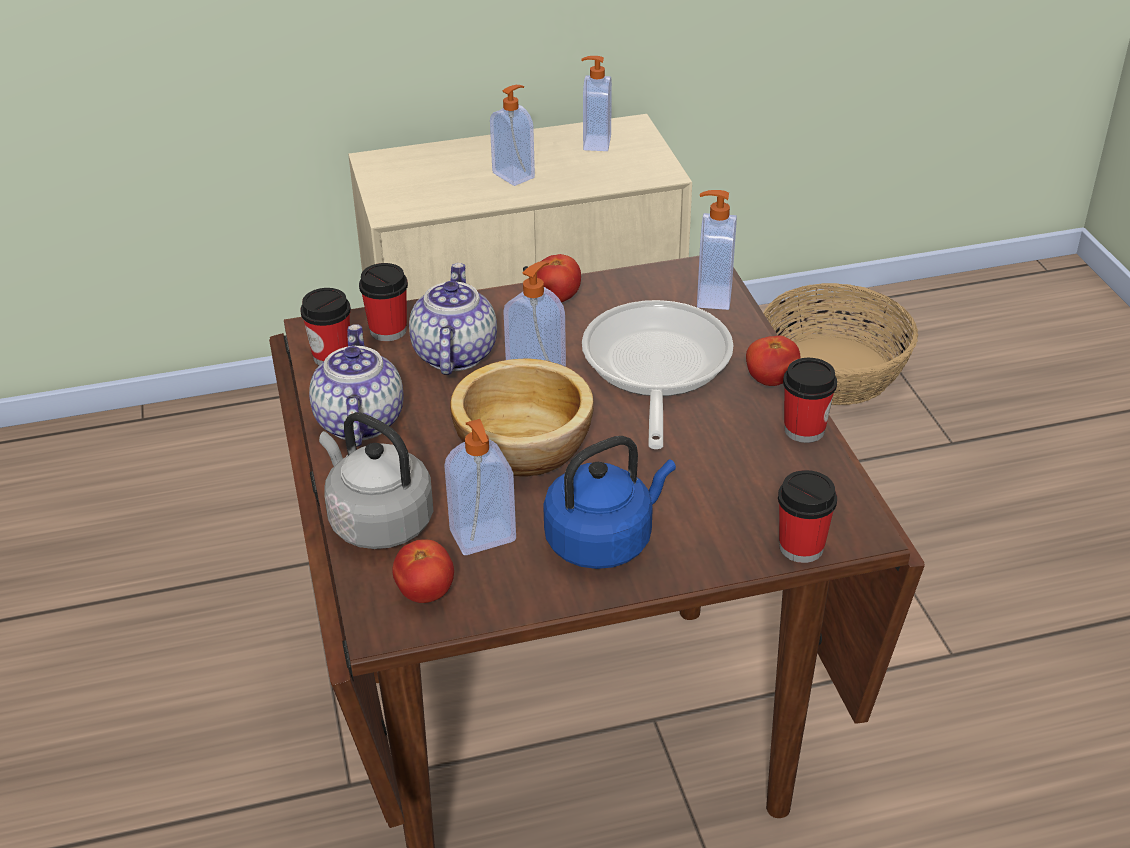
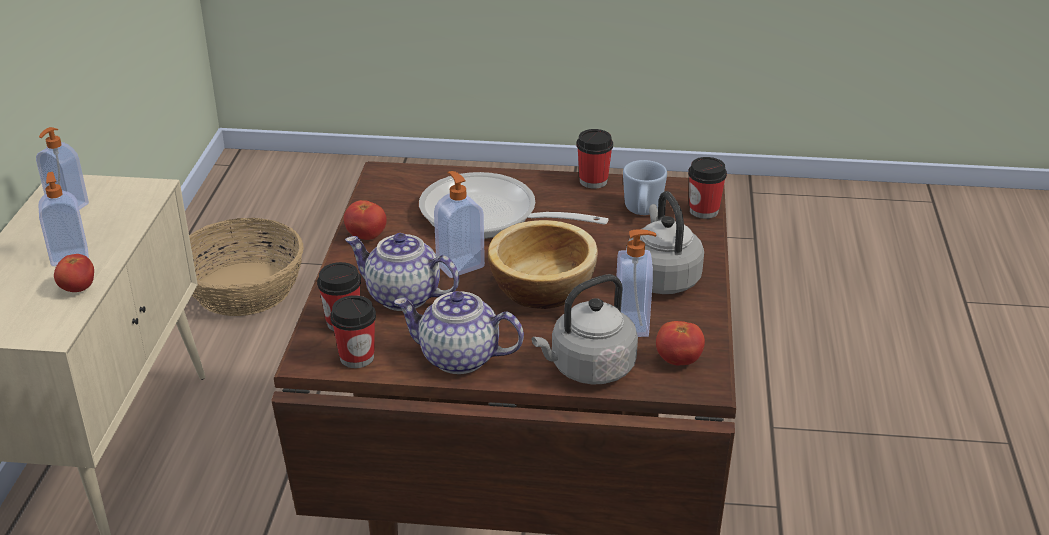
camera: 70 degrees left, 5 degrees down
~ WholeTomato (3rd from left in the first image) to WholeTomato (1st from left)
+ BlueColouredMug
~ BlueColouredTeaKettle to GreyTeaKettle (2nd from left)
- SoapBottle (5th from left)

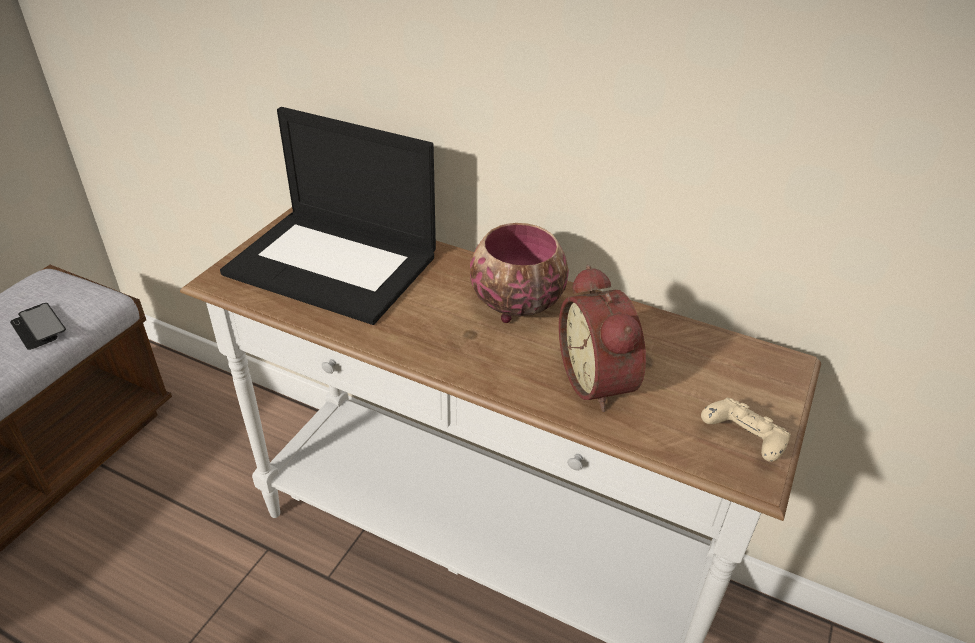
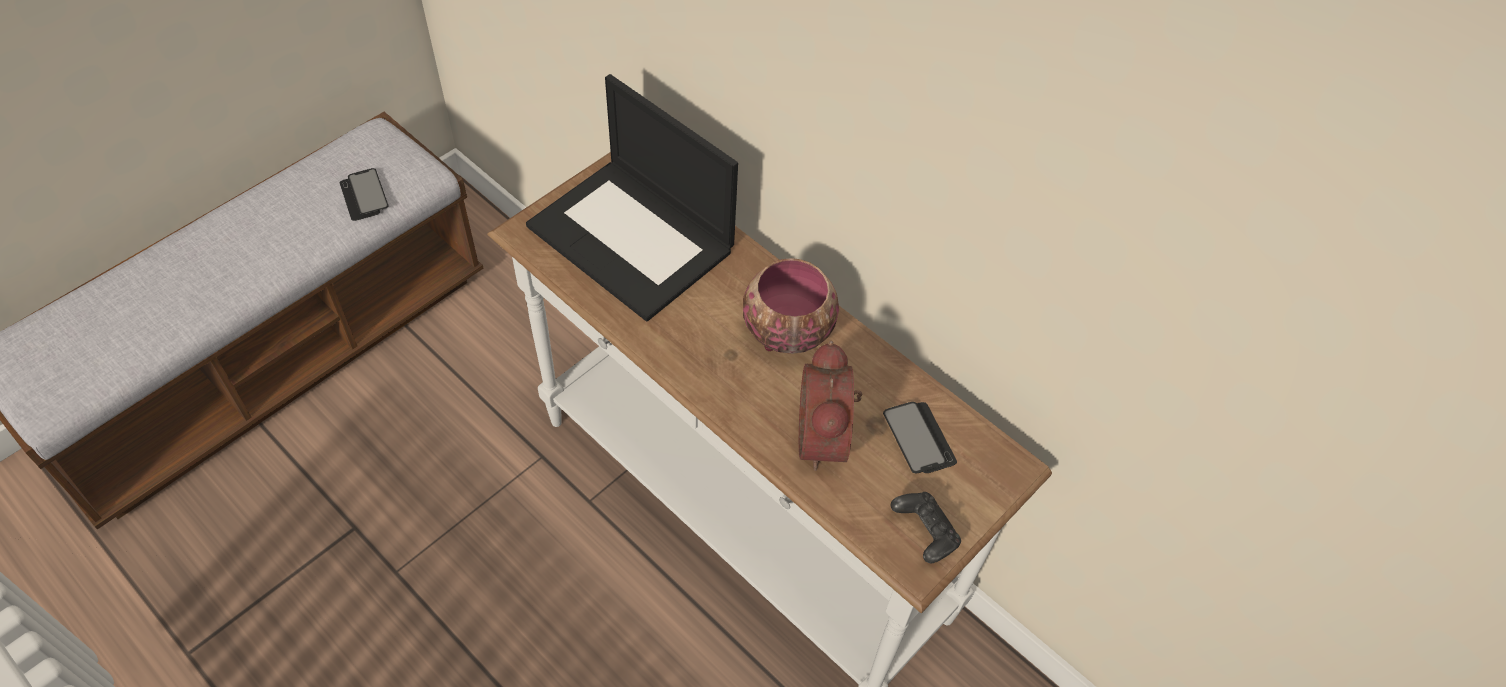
camera: 15 degrees right, 15 degrees up
+ Telephone (2nd from left)
~ BeigeColouredGameController to BlackColouredGameController

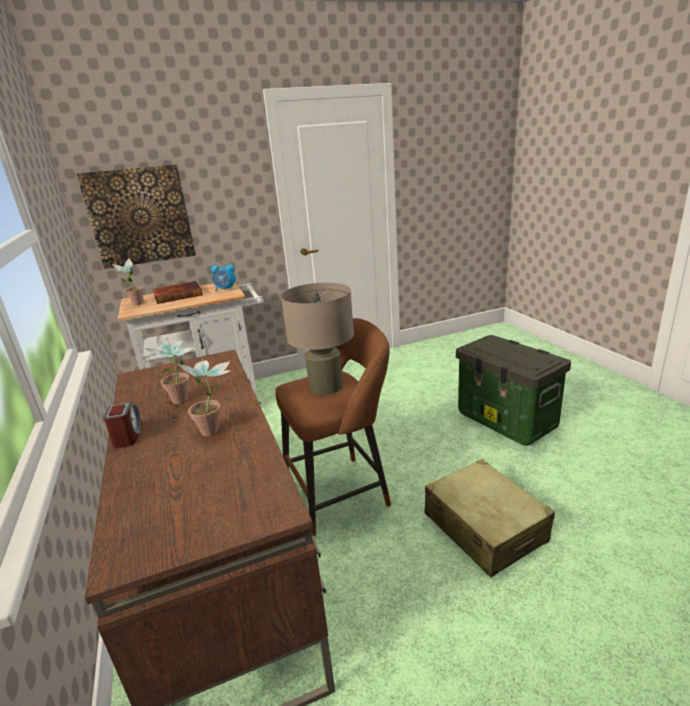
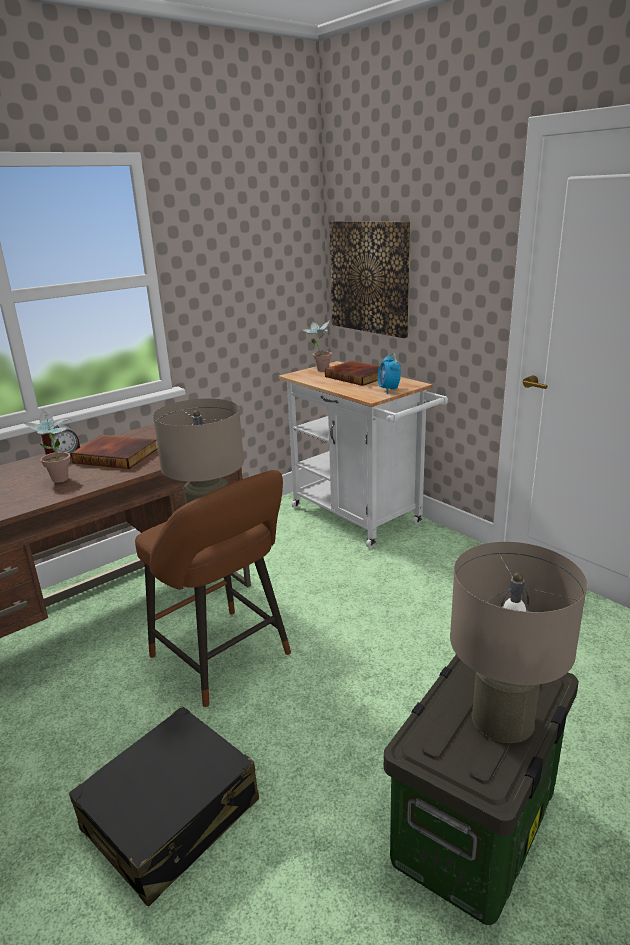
camera: 70 degrees right, 0 degrees up
~ BeigeColouredSuitcase to BlackColouredSuitcase
~ Houseplant (2nd from left) to BoundBook (1st from left)
+ BeigeColouredLampForATable (2nd from left)

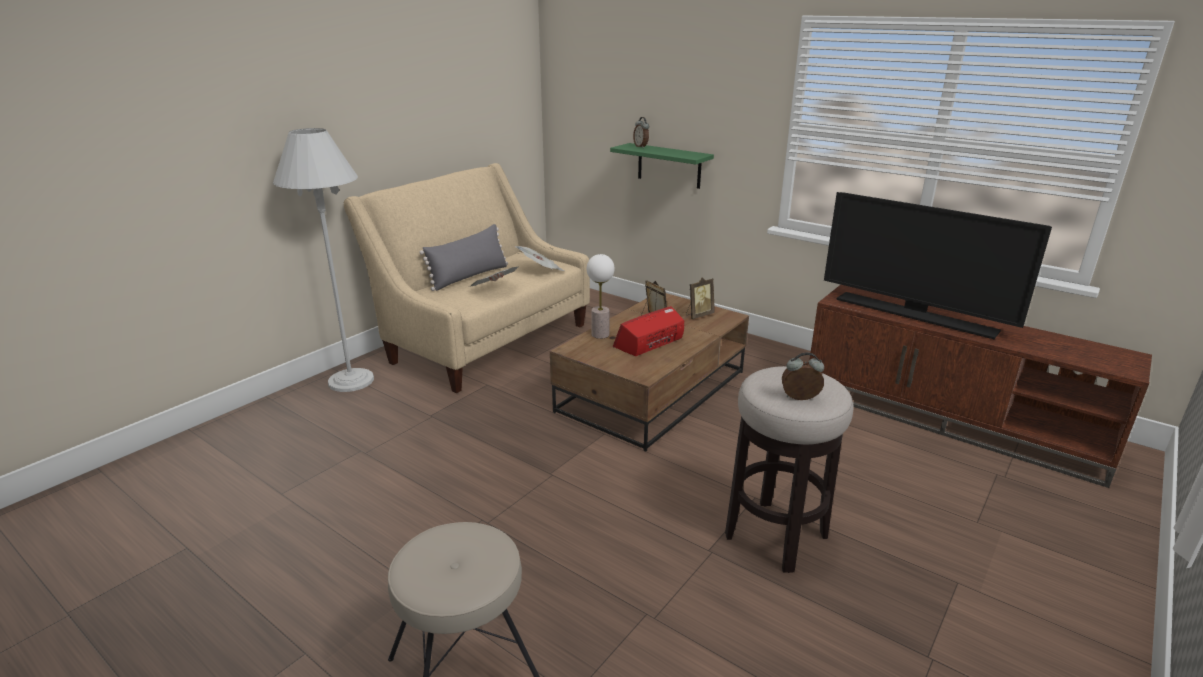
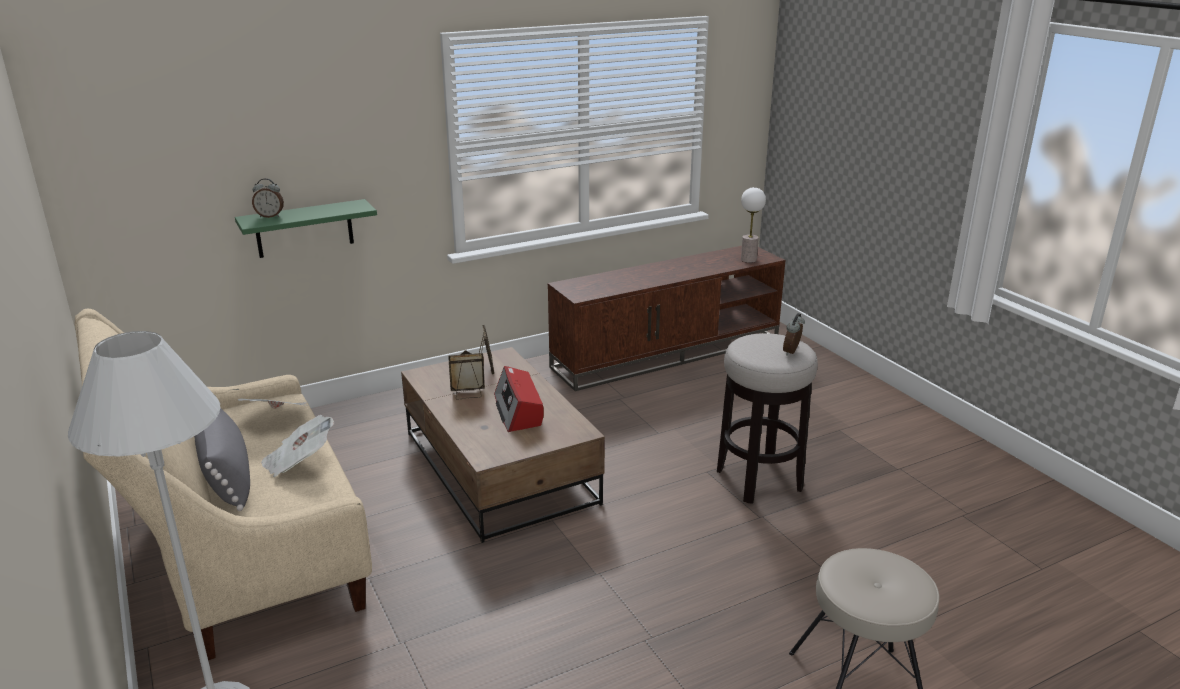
camera: 65 degrees left, 0 degrees up
~ LampForATable
- Tv

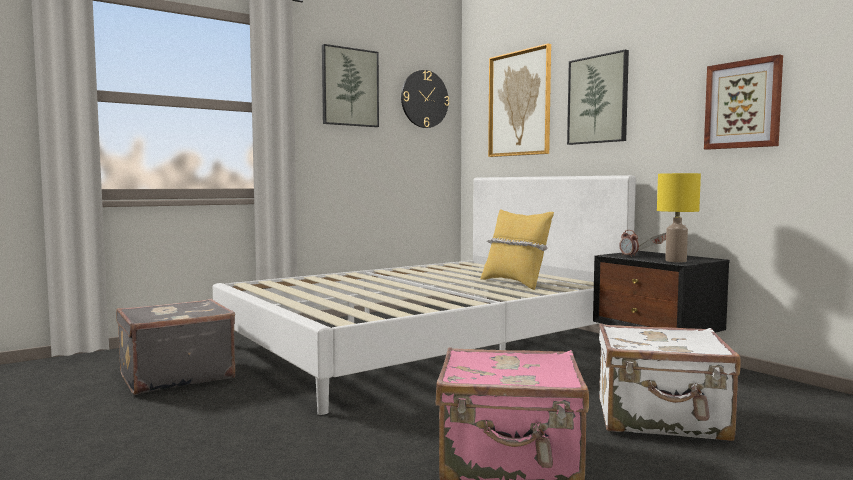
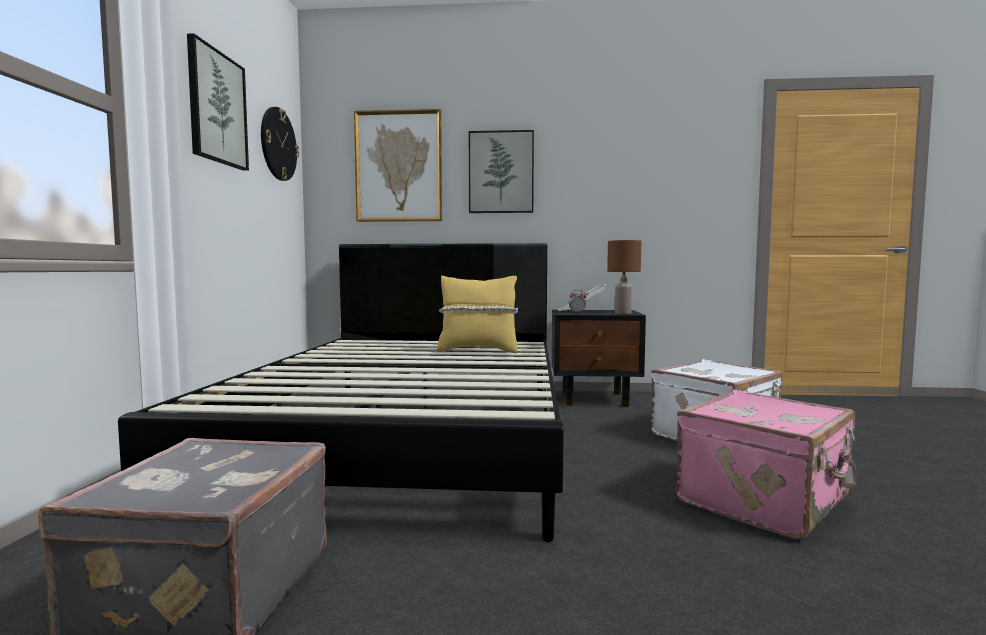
camera: 50 degrees left, 0 degrees up
~ WhiteColouredSleepingBed to BlackColouredSleepingBed
~ YellowColouredLampForATable to BrownishLampForATable
- WallPicture (4th from left)

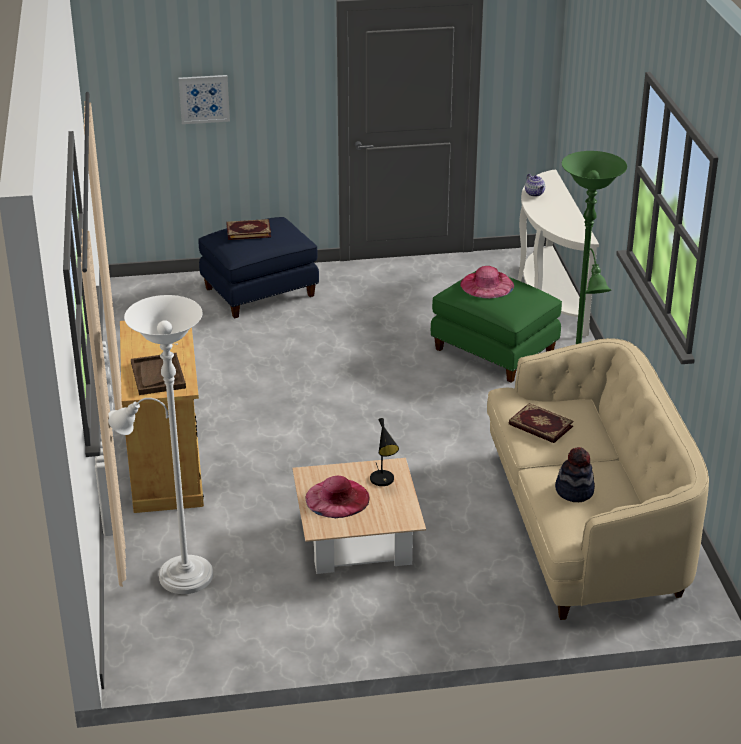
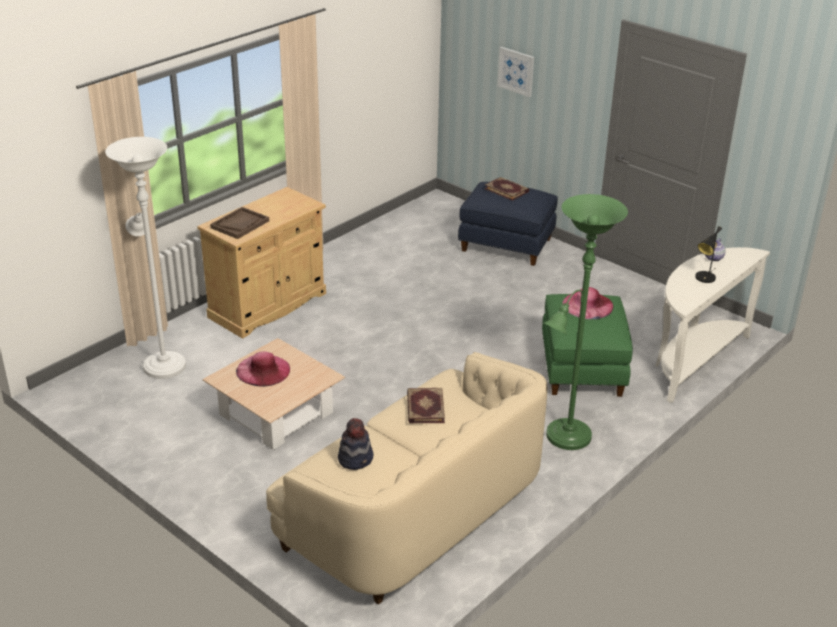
camera: 50 degrees right, 0 degrees up
~ BlackColouredLampForATable

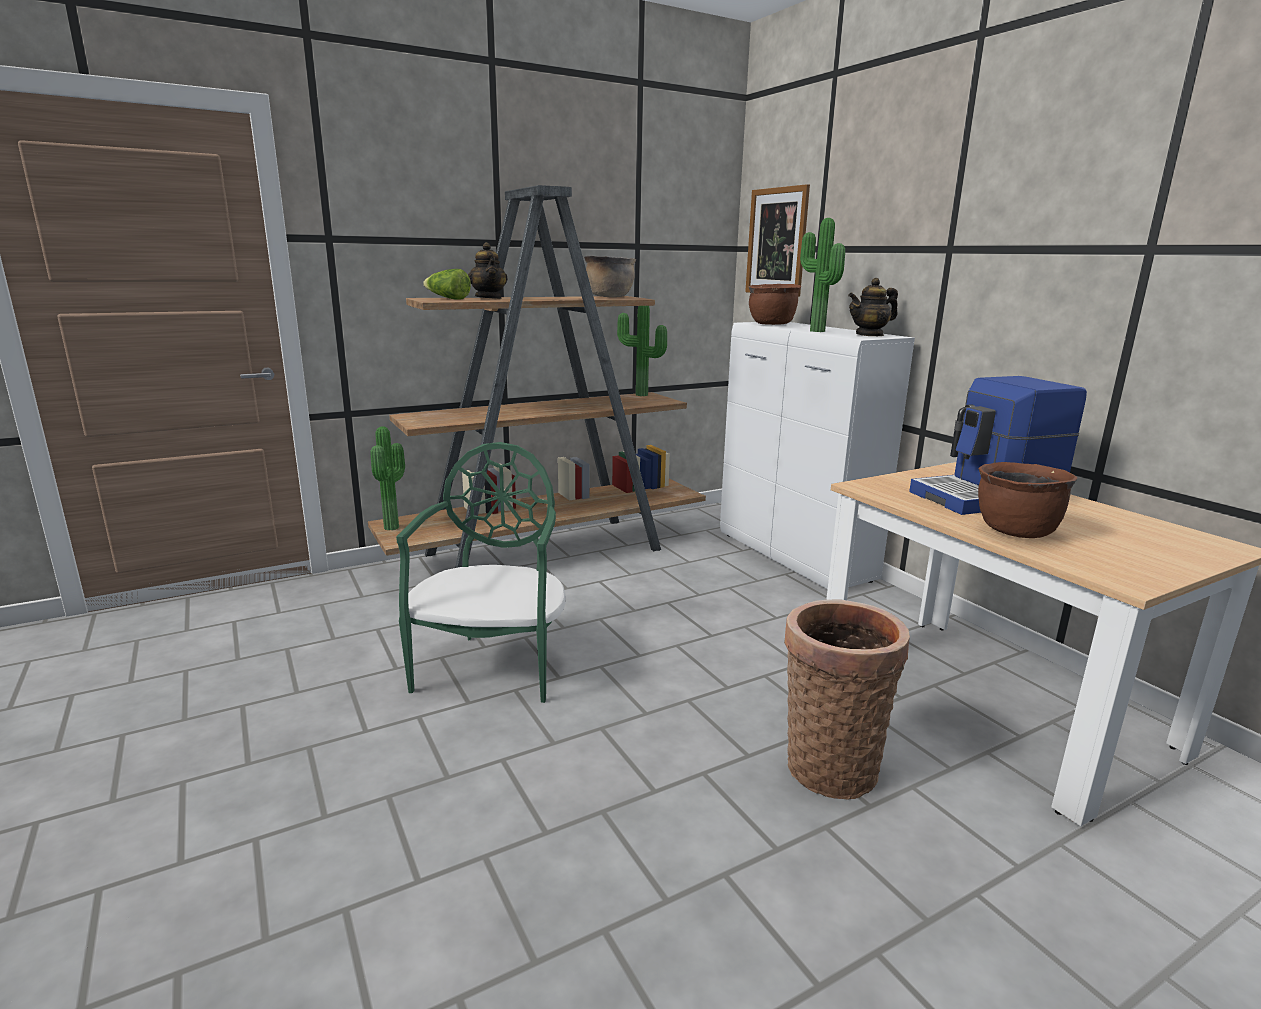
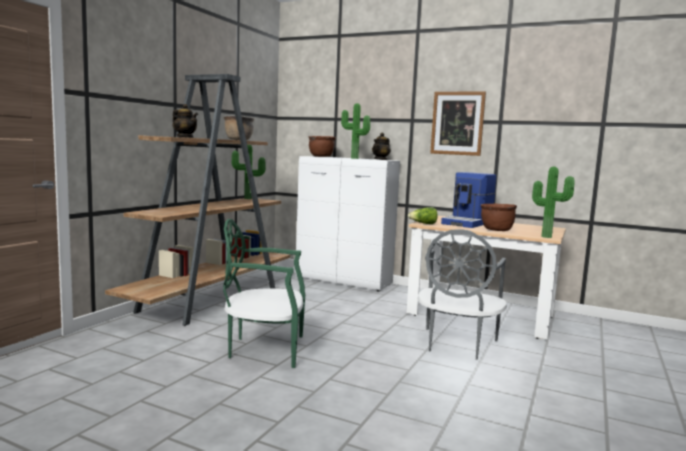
camera: 35 degrees left, 10 degrees down
~ GreenishUprightChair 60 degrees counterclockwise
~ HeadOfLettuce
~ Basket to GreyUprightChair
~ WallPicture
~ Houseplant (1st from left in the first image) to Houseplant (3rd from left)

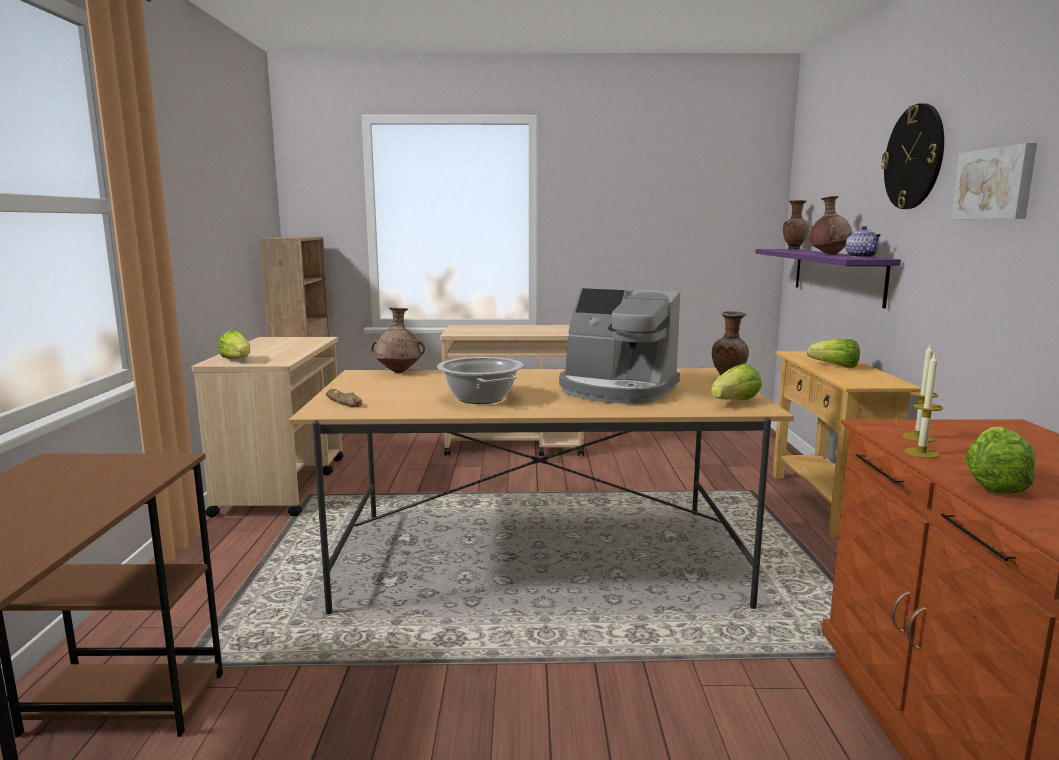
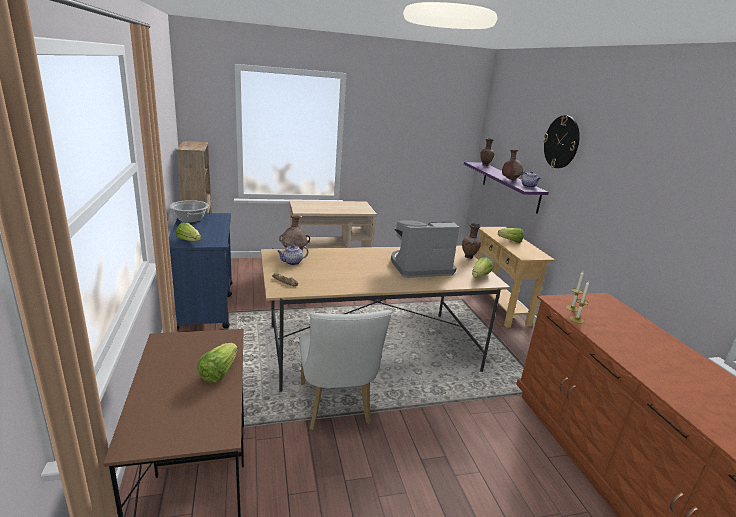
camera: 15 degrees left, 10 degrees up
~ BeigeColouredTrolley (1st from left) to BlueColouredTrolley
~ Stockpot
~ HeadOfLettuce (4th from left in the first image) to HeadOfLettuce (2nd from left)
+ PotForTea (1st from left)
+ WhiteColouredUprightChair
~ CoffeeMachine 150 degrees clockwise
- WallPicture

